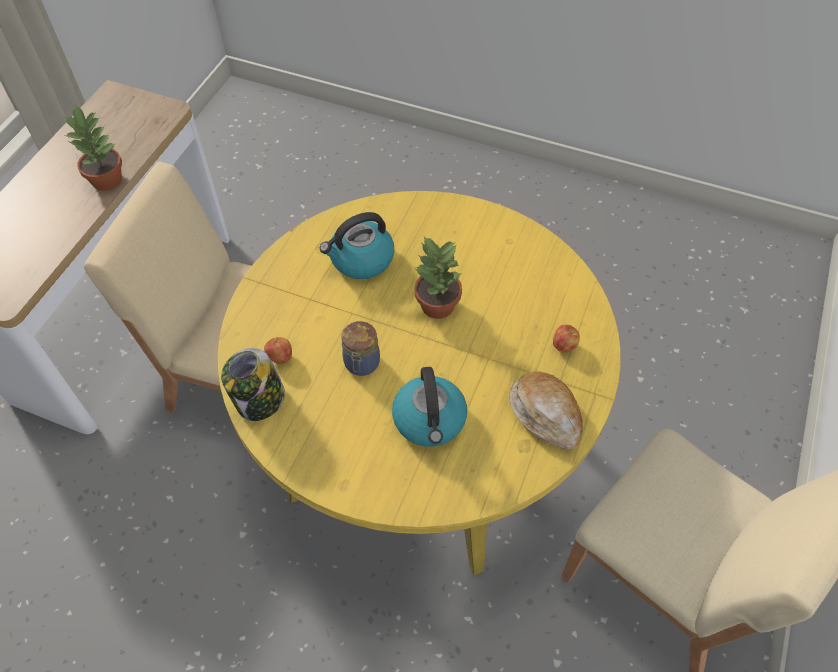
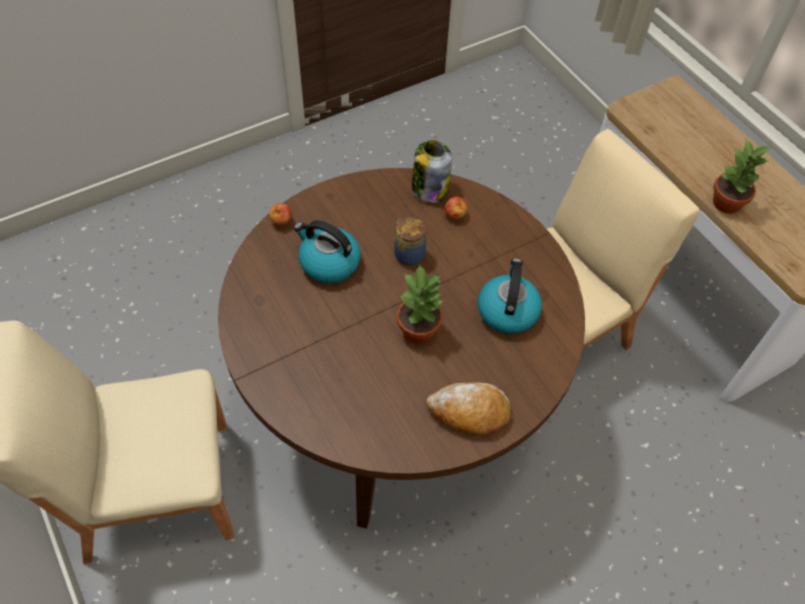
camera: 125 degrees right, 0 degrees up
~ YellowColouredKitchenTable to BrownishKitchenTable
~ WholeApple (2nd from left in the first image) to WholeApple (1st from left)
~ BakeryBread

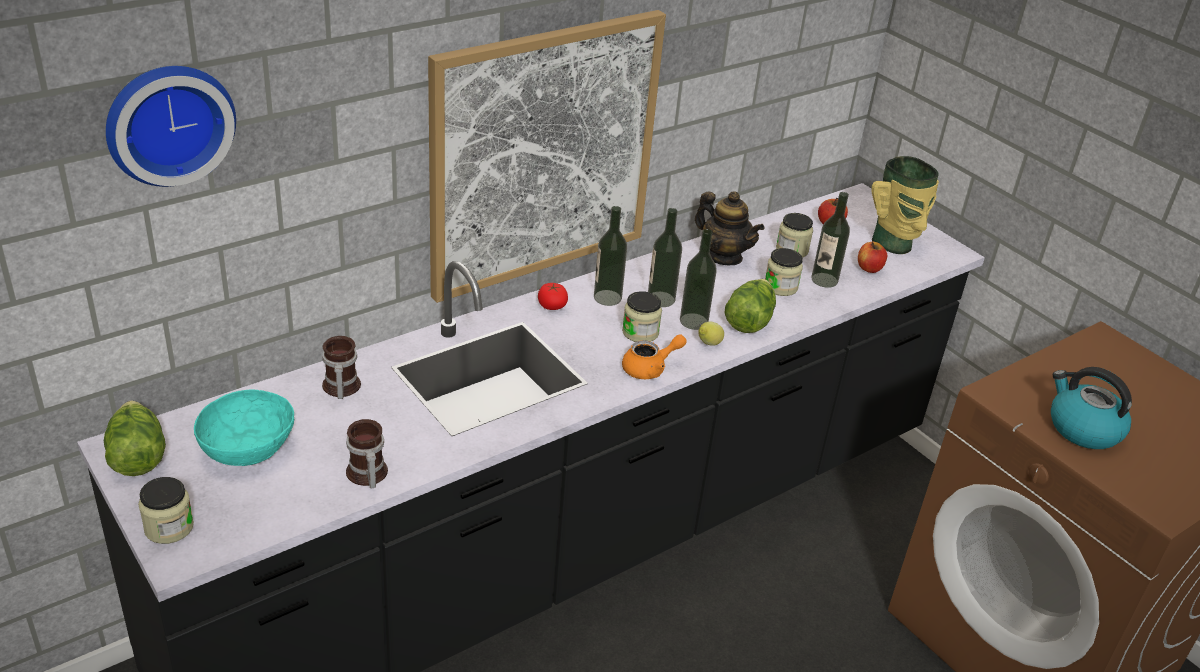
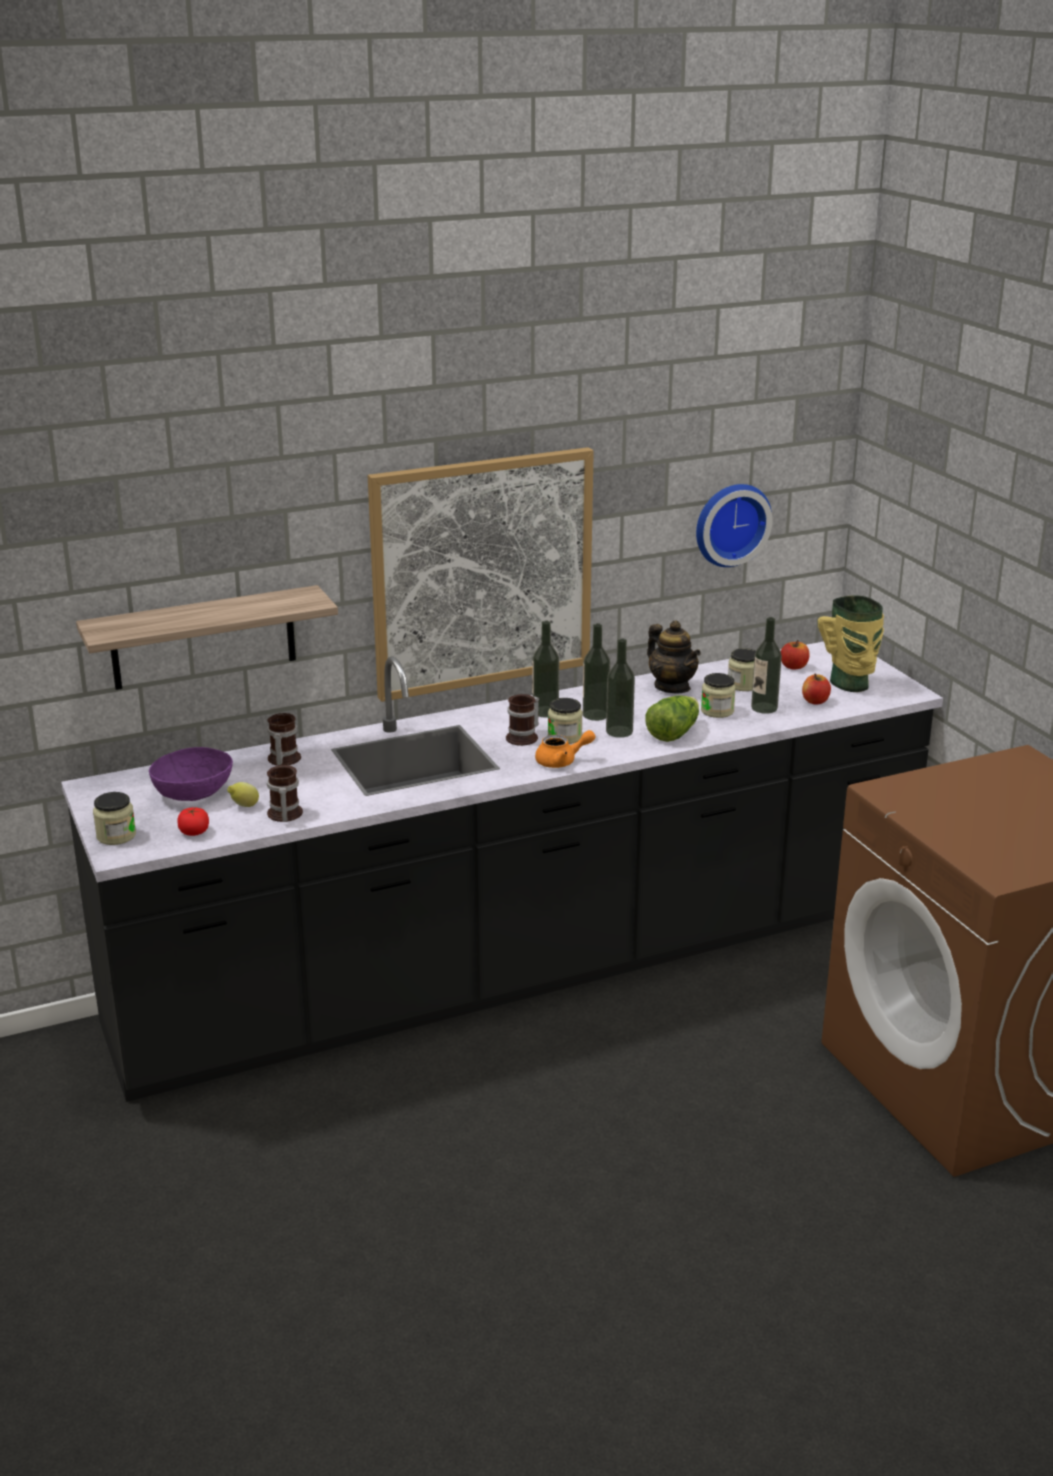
camera: 15 degrees right, 10 degrees down
+ WallShelf
~ TurquoiseDeepDish to PurpleDeepDish
~ WholeTomato
~ CitrusFruit
+ Mug (3rd from left)
~ HangingClock
- HeadOfLettuce (1st from left)
- TeaKettle

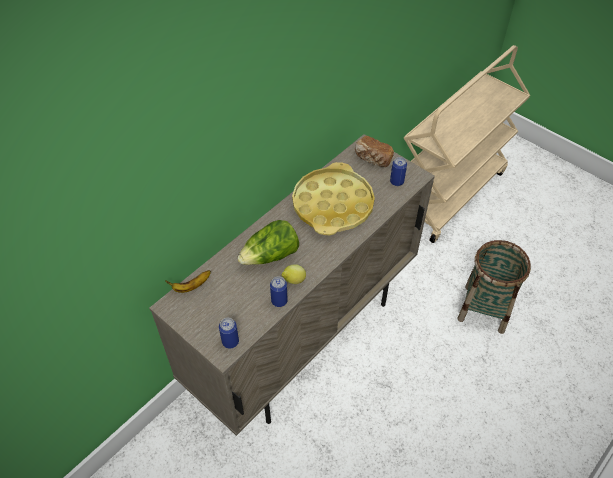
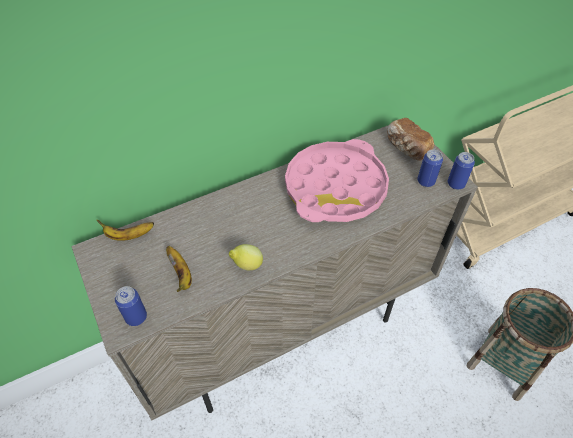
camera: 20 degrees right, 0 degrees up
+ BananaFruit (2nd from left)
~ YellowColouredServingTray to PinkishServingTray
~ MetalCan (2nd from left in the first image) to MetalCan (3rd from left)
- HeadOfLettuce

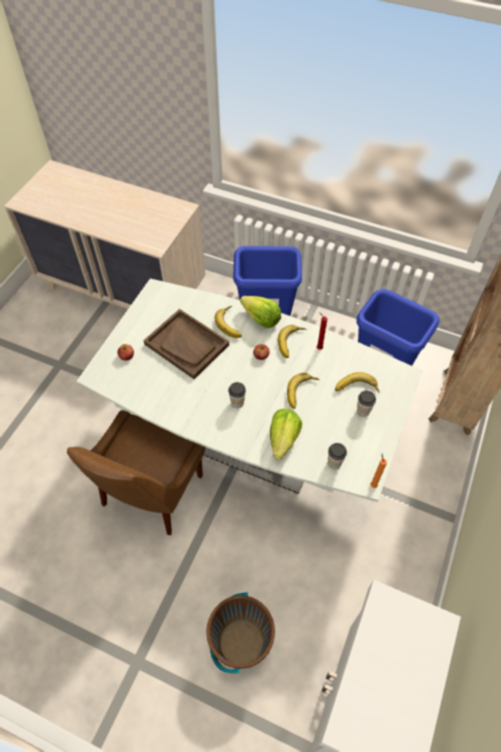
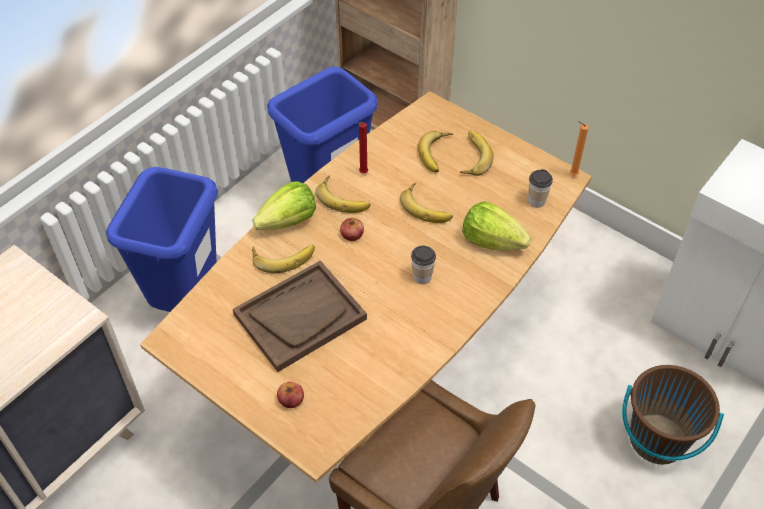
camera: 75 degrees left, 5 degrees down
~ WhiteColouredKitchenTable to BrownishKitchenTable
~ DrinkingCup (3rd from left) to BananaFruit (5th from left)

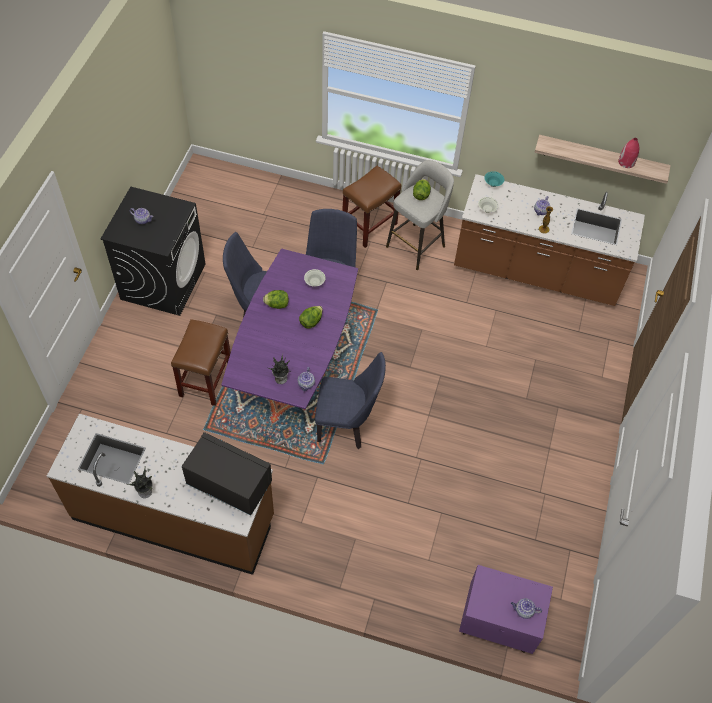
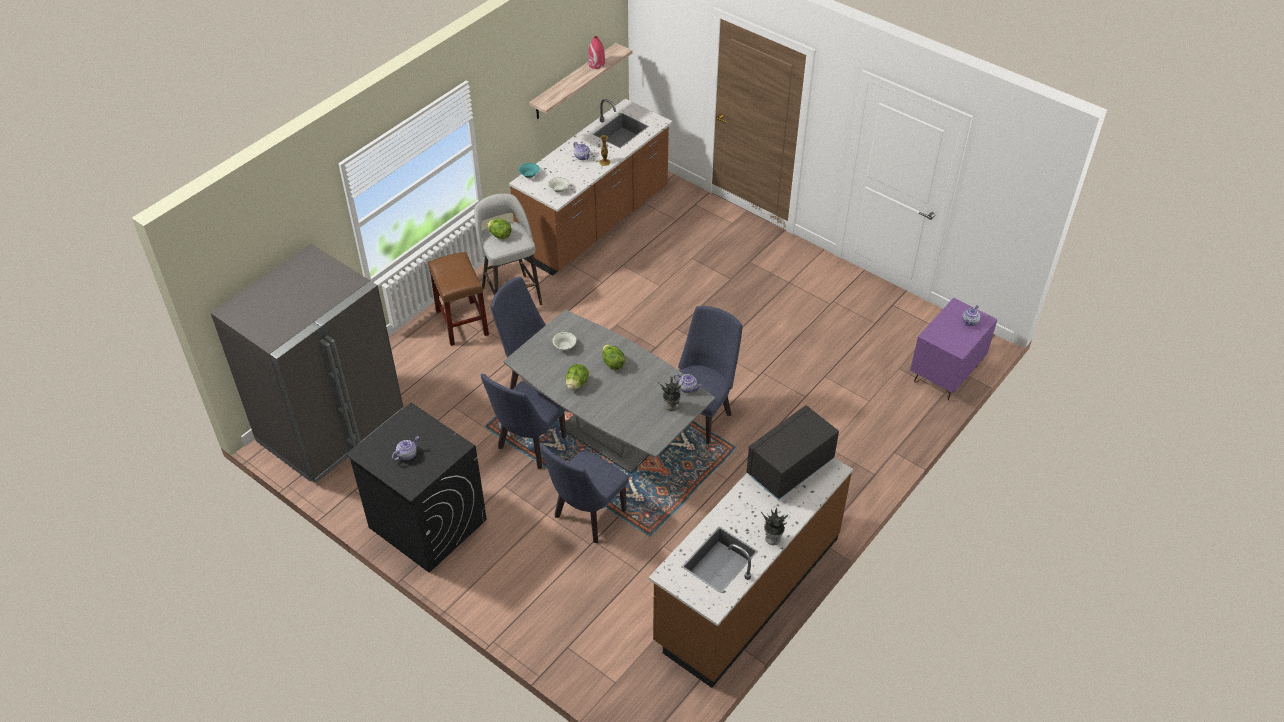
camera: 65 degrees left, 10 degrees down
+ GreyRefrigerator
~ PurpleKitchenTable to GreyKitchenTable
~ BrownishSittingStool (1st from left) to BlueColouredUprightChair (3rd from left)

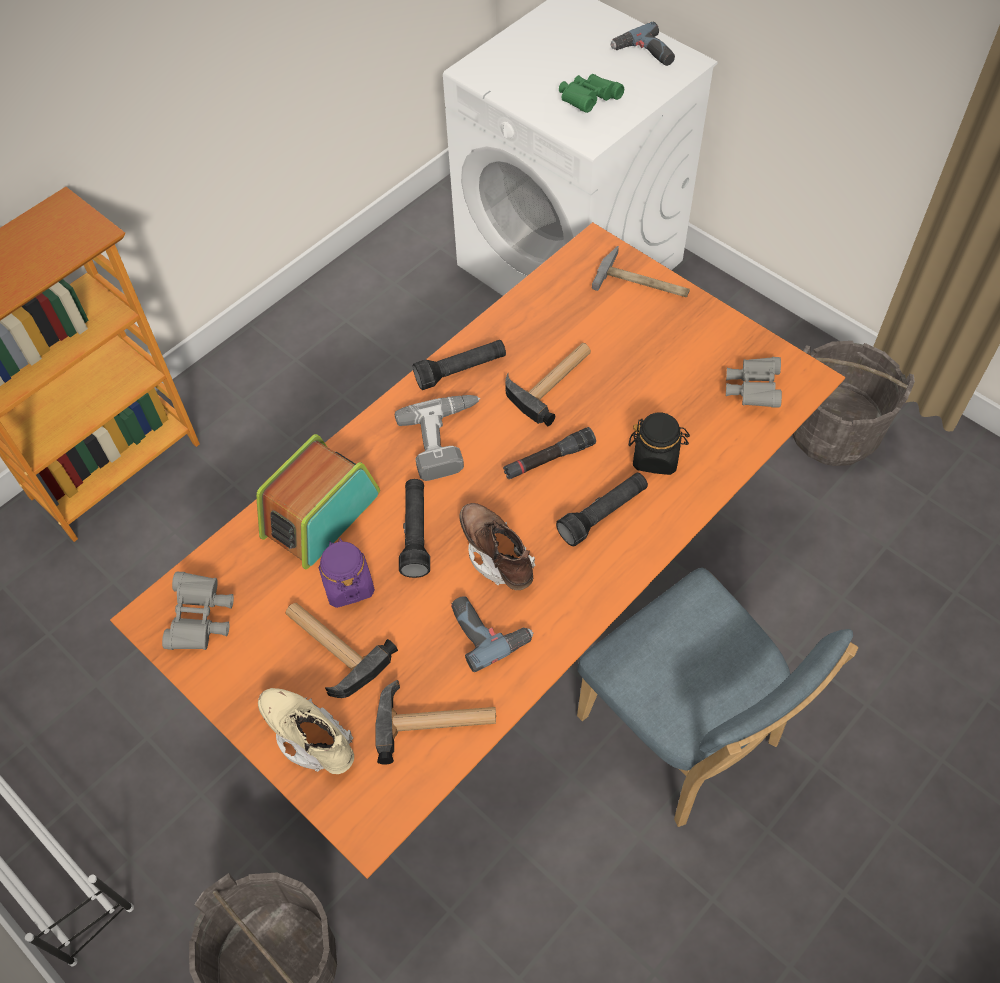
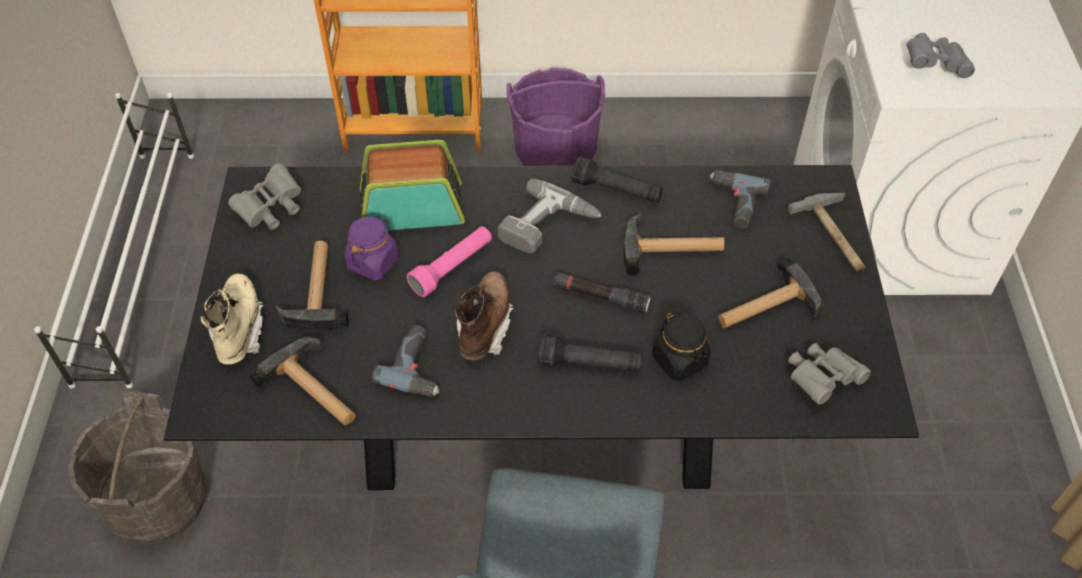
camera: 45 degrees right, 5 degrees down
~ OrangeyKitchenTable to BlackColouredKitchenTable
~ BlackColouredFlashlight (1st from left) to PinkishFlashlight
+ PurpleBucket
~ ElectricDrill (3rd from left)
+ ToolHammer (4th from left)
~ GreenishBinoculars to GreyBinoculars (3rd from left)
- GreyBucket (2nd from left)

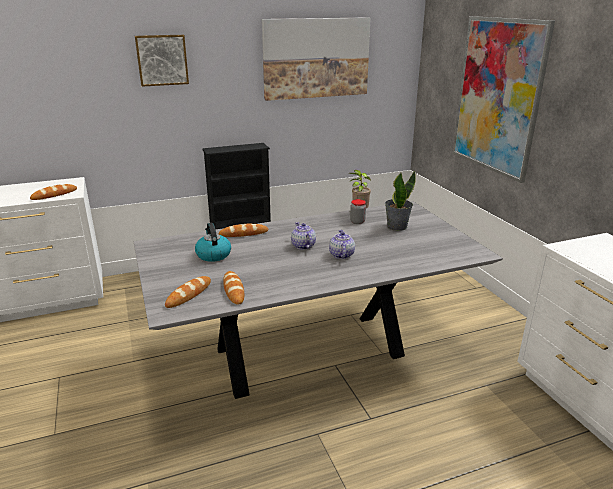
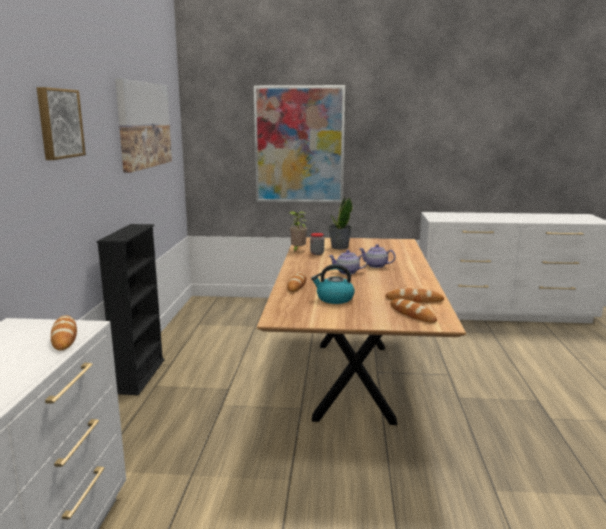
camera: 65 degrees left, 10 degrees down
~ GreyKitchenTable to BrownishKitchenTable

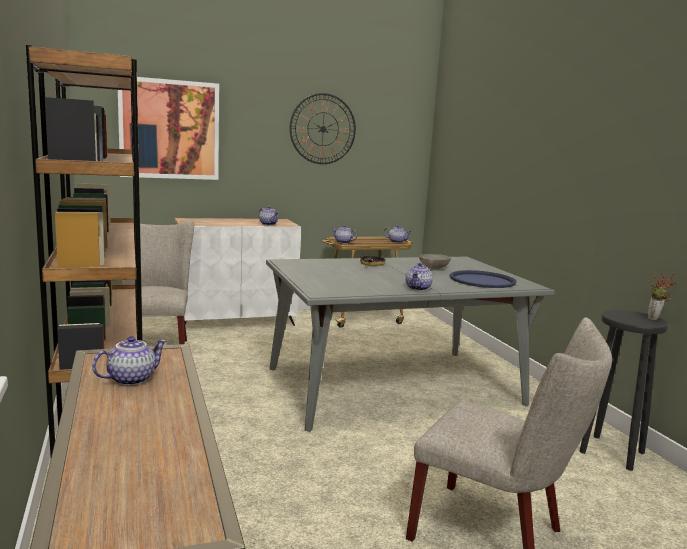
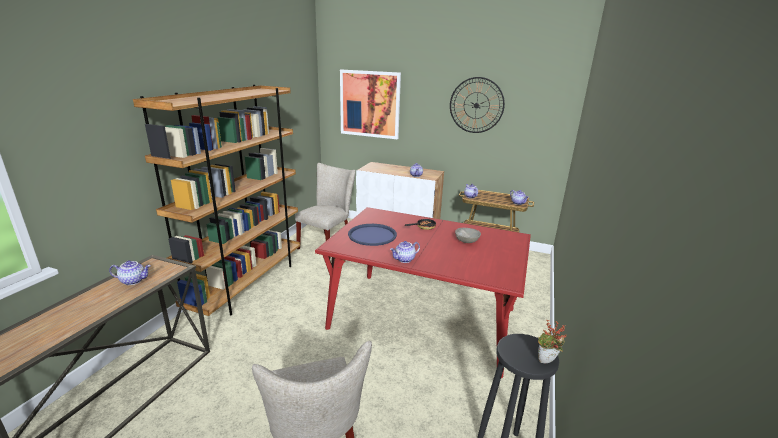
camera: 40 degrees right, 10 degrees up
~ GreyKitchenTable to ReddishKitchenTable
~ BlueColouredServingTray

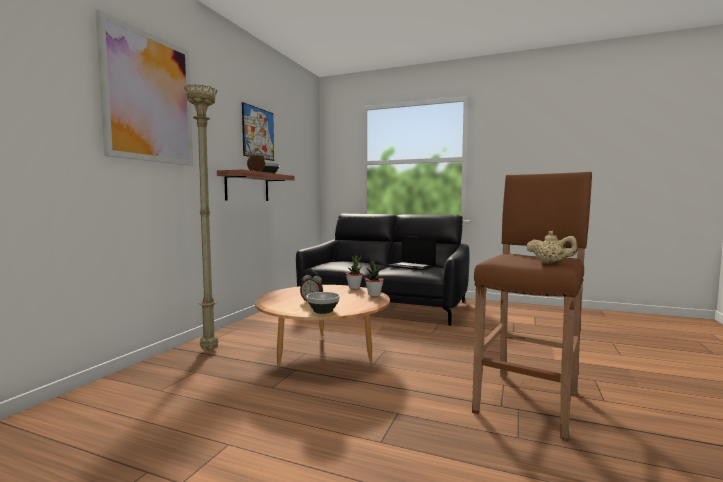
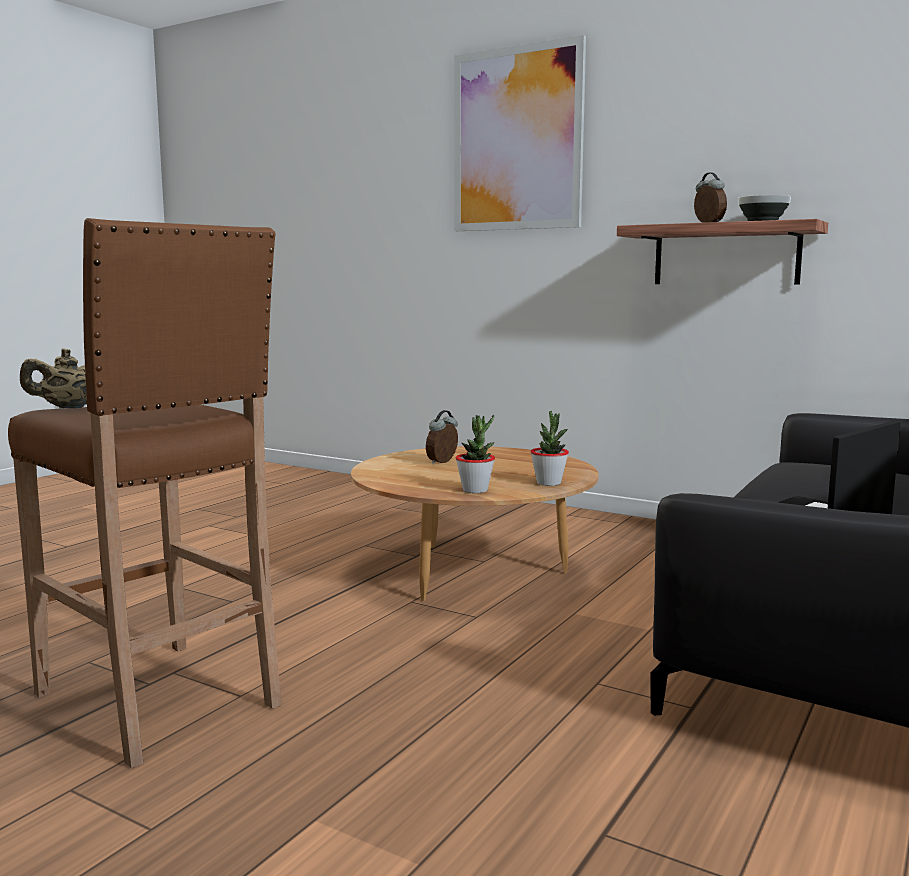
camera: 100 degrees right, 5 degrees up
- BeigeColouredStandingLamp
- WallPicture (2nd from left)
- DeepDish (2nd from left)

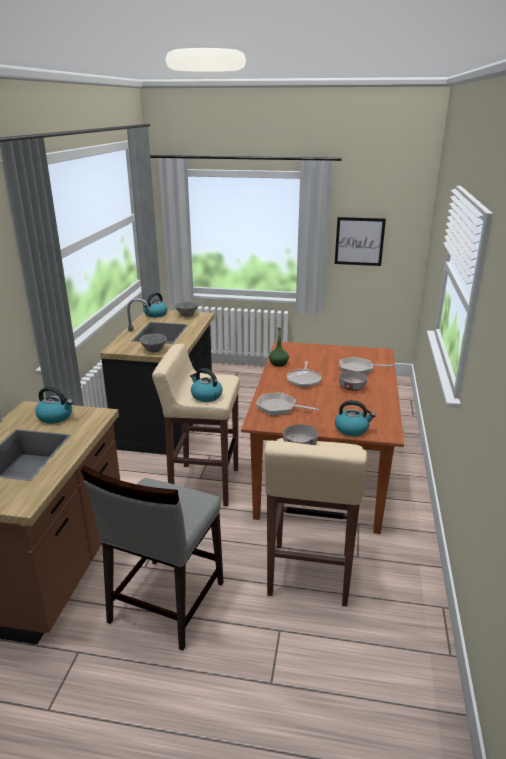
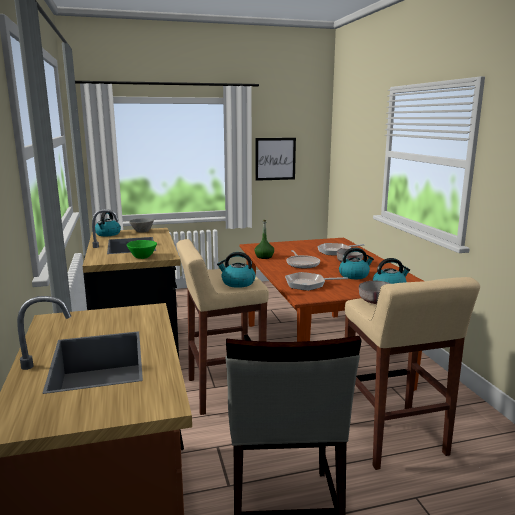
camera: 25 degrees left, 10 degrees down
~ GreyDeepDish (1st from left) to GreenishDeepDish
~ TeaKettle (1st from left in the first image) to TeaKettle (3rd from left)

